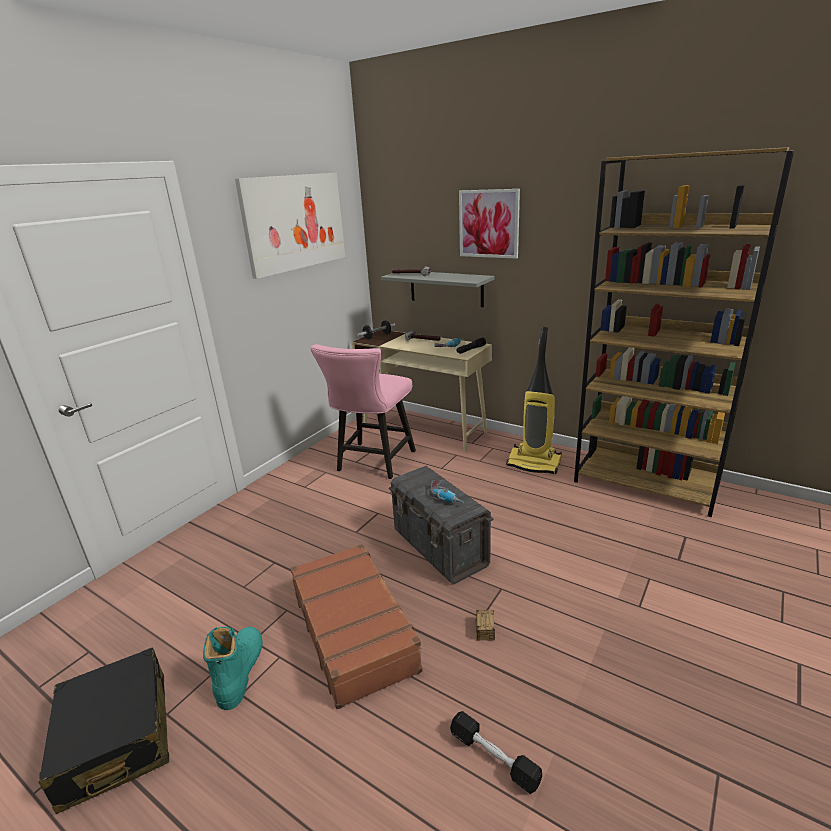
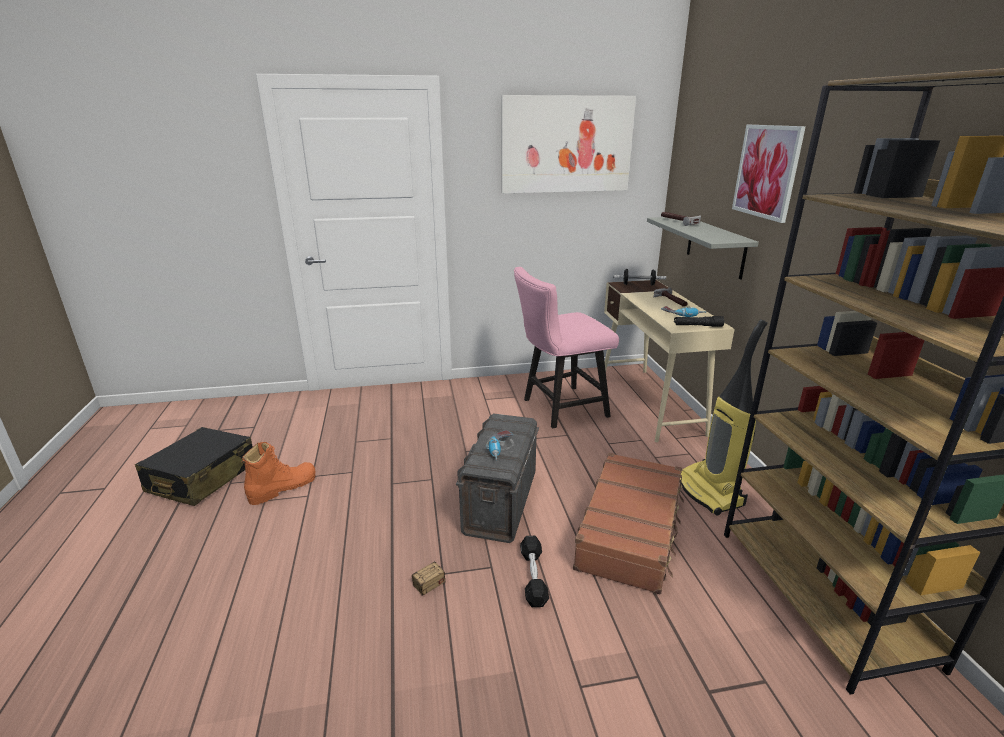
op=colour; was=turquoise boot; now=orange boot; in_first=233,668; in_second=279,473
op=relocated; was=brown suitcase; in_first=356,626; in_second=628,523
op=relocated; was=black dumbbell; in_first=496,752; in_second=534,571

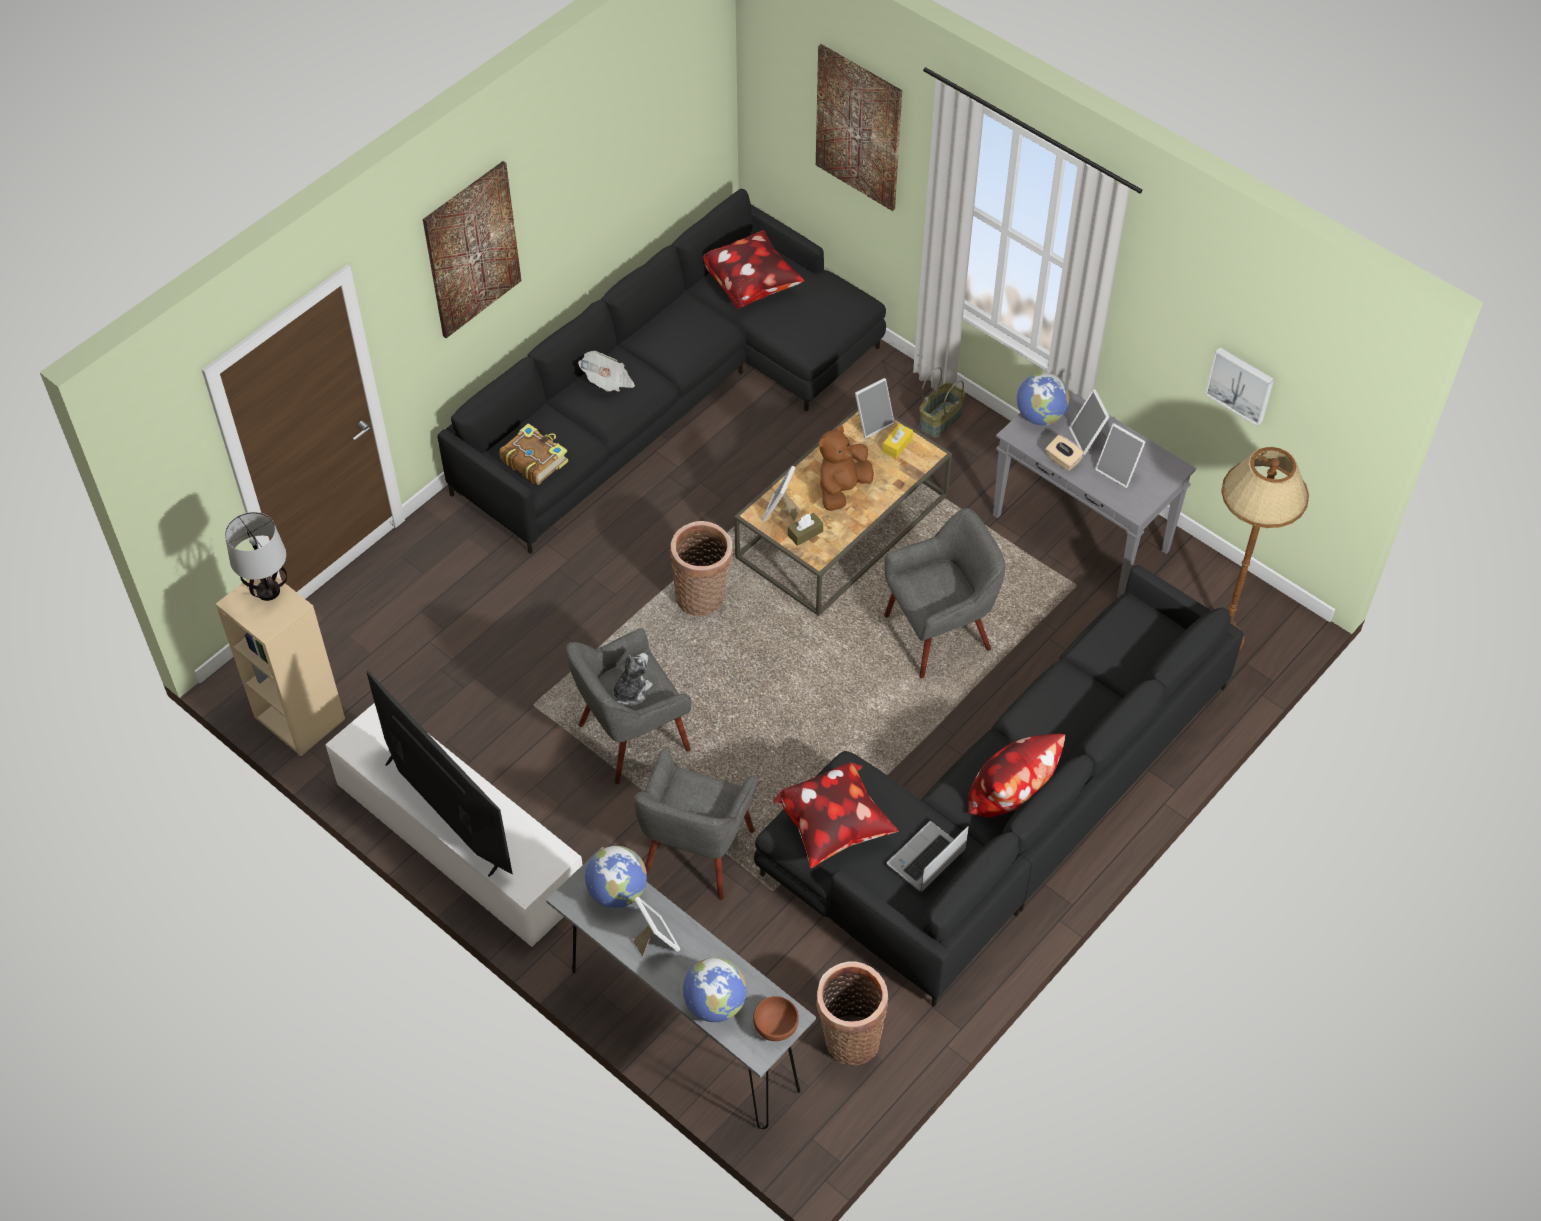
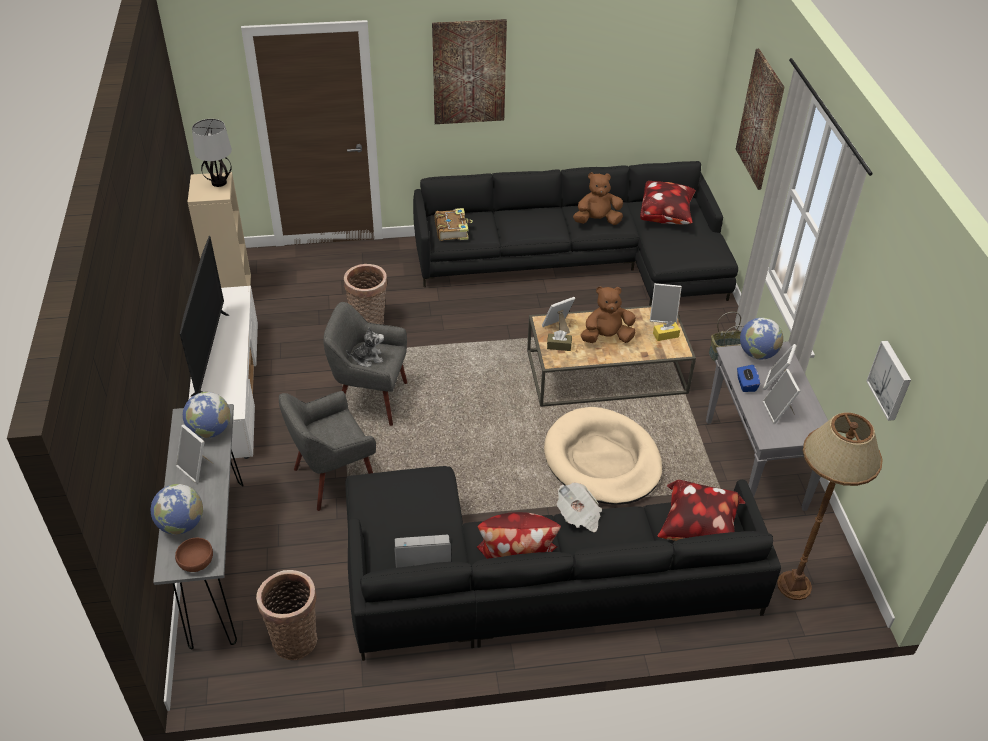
op=relocated; was=newspaper; in_first=606,371; in_second=579,507
op=spun; was=picture frame; in_first=657,927; in_second=194,453; clockwise=120
op=relocated; was=basket; in_first=702,569; in_second=365,294
op=relocated; was=pillow; in_first=835,815; in_second=701,510
op=exchanged; was=grey armchair; now=beige dog bed; in_first=944,593; in_second=603,456
op=colour; was=beige tissue box; now=blue tissue box; in_first=1065,453; in_second=748,378
op=appeared; now=brown plush toy; in_second=598,198

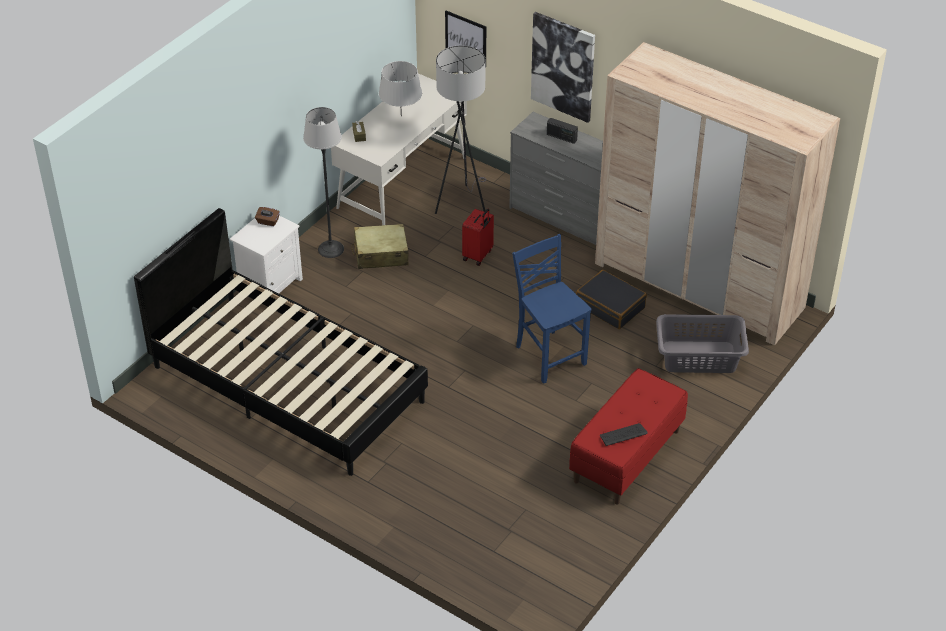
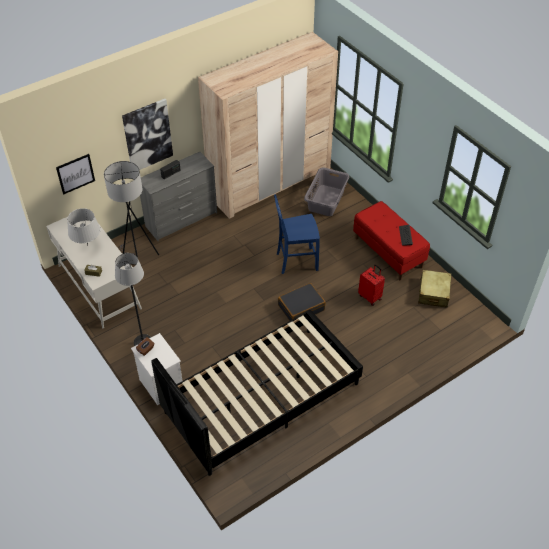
op=relocated; was=beige suitcase; in_first=379,246; in_second=434,289
op=relocated; was=red suitcase; in_first=478,237; in_second=371,285
op=relocated; was=black suitcase; in_first=611,299; in_second=302,302

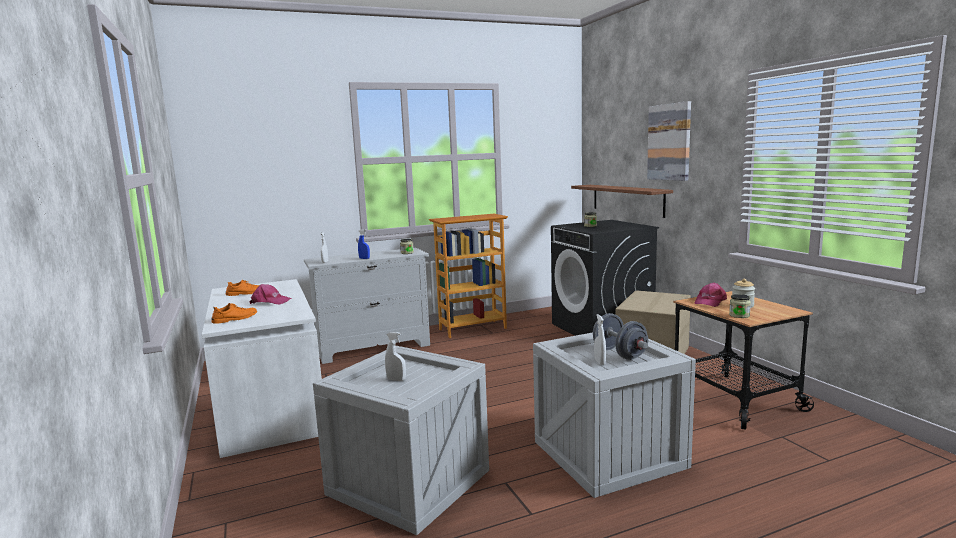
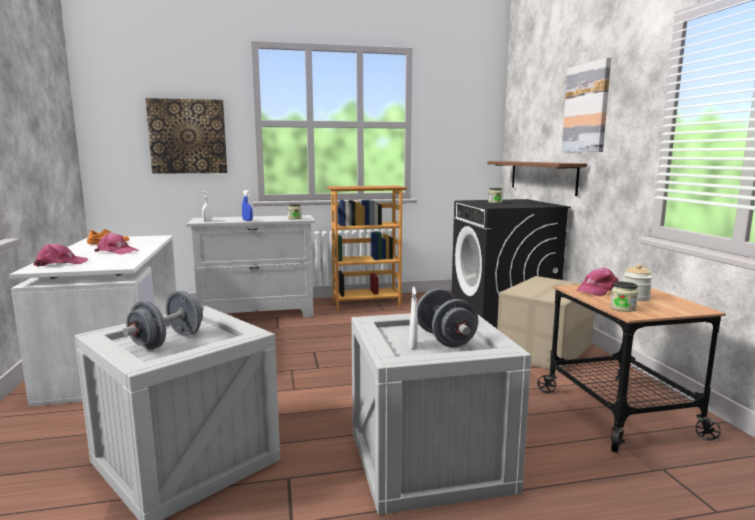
op=exchanged; was=orange shoe; now=pink cap; in_first=234,313; in_second=61,255
op=exchanged; was=white spray bottle; now=grey dumbbell; in_first=395,356; in_second=163,320
op=appeared; now=picture; in_second=186,136

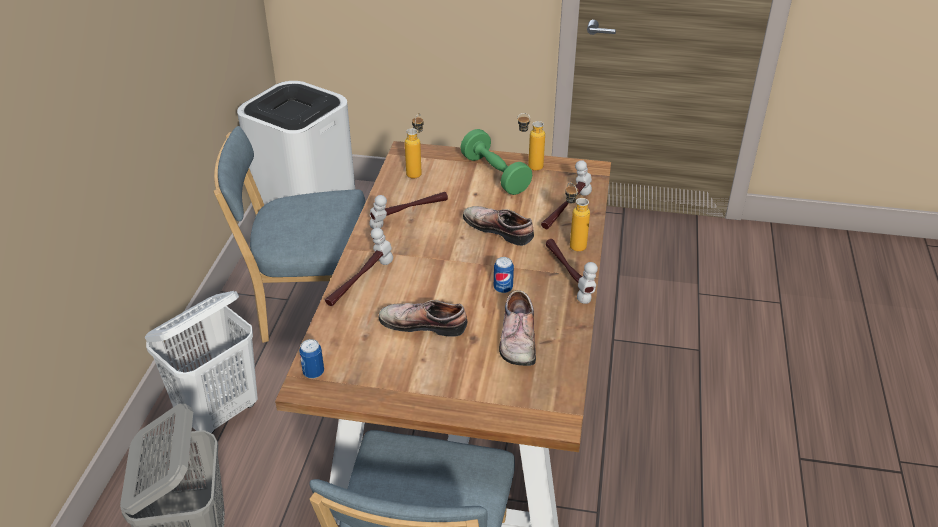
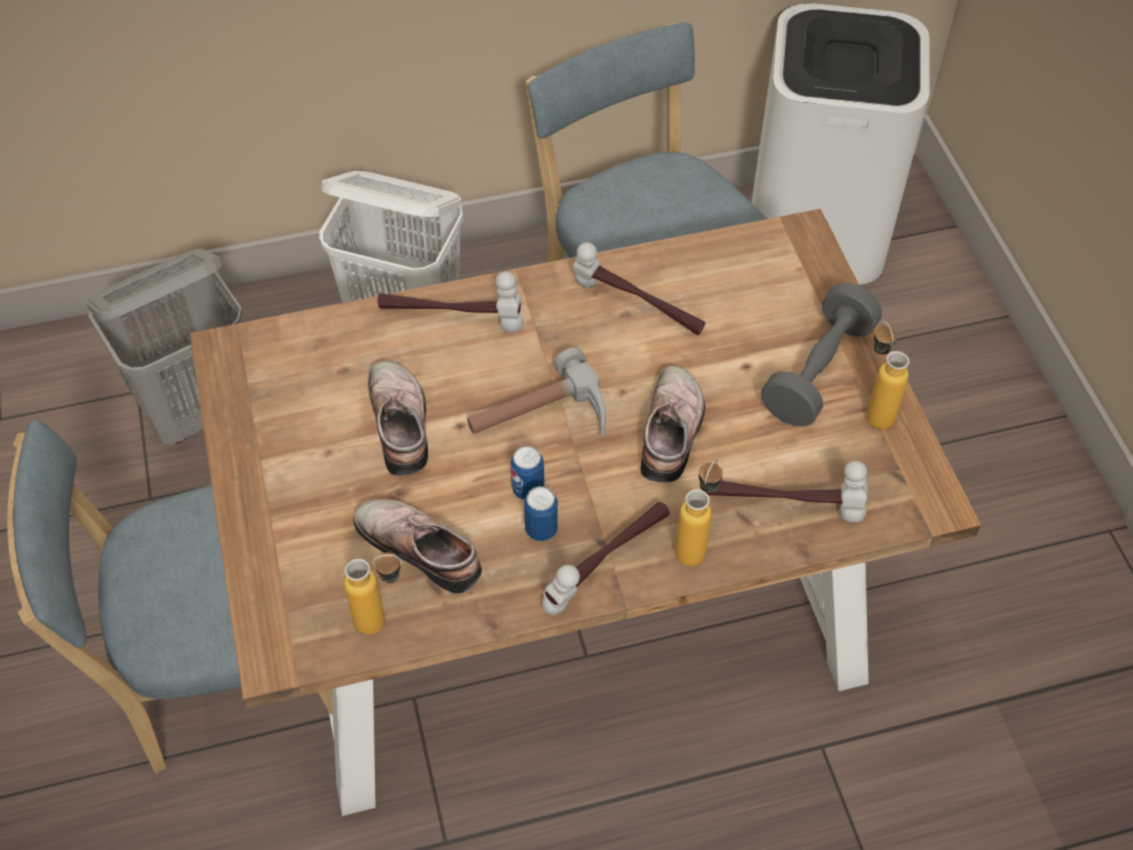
op=relocated; was=can; in_first=311,358; in_second=541,513
op=relocated; was=bottle; in_first=414,146; in_second=373,593
op=colour; was=green dumbbell; now=grey dumbbell; in_first=496,162; in_second=821,354
op=spun; was=shoe; in_first=517,328; in_second=418,546; clockwise=60
op=appeared; now=hammer; in_second=536,392

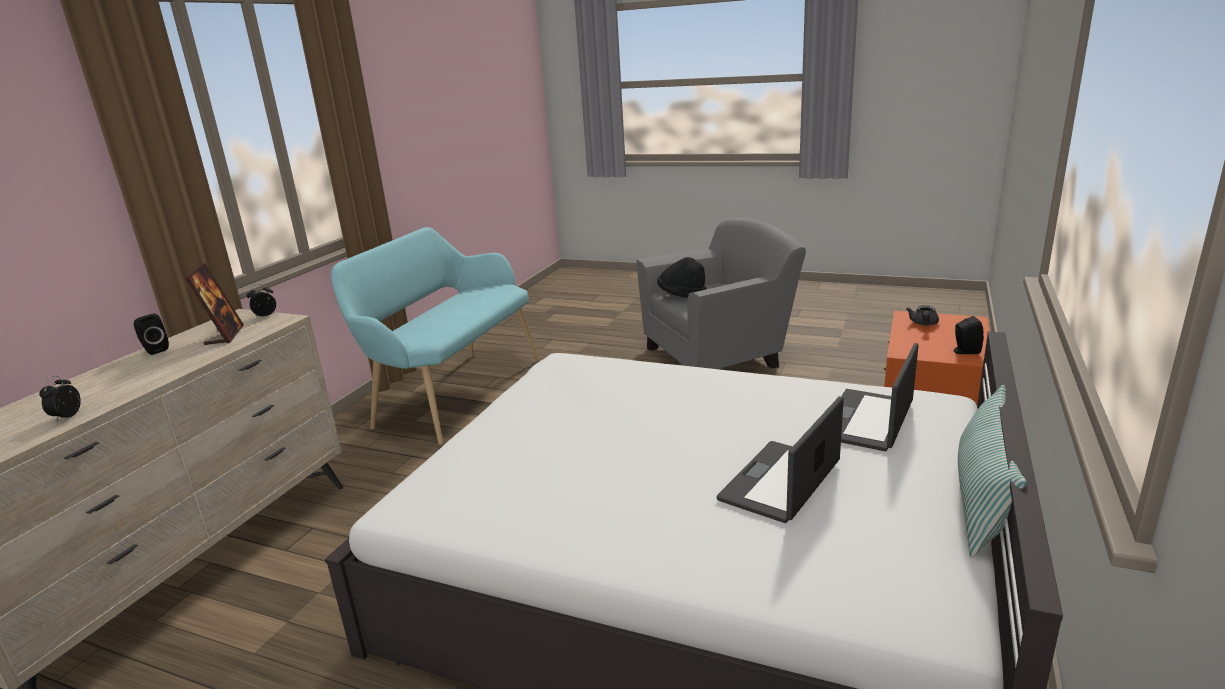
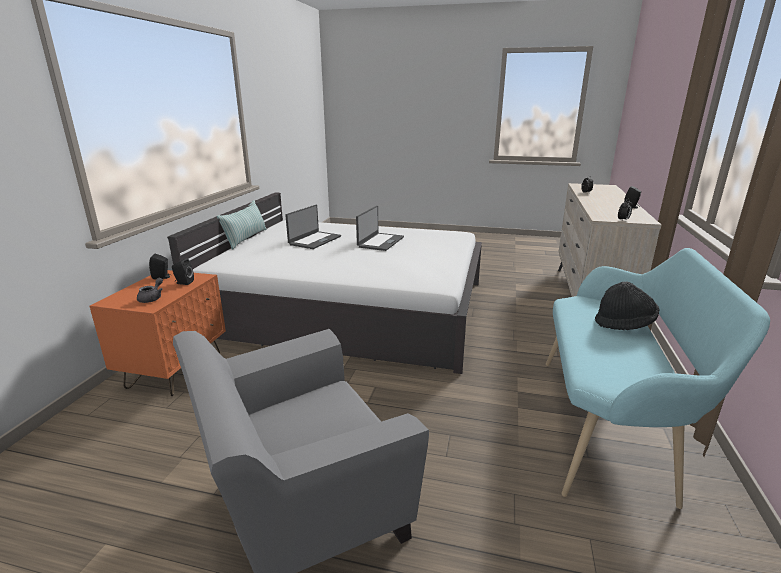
op=missing; was=picture frame; in_first=214,304
op=relocated; was=black hat; in_first=682,277; in_second=627,305
op=relocated; was=laptop; in_first=880,397; in_second=380,228
op=appeared; now=black speaker; in_second=183,271

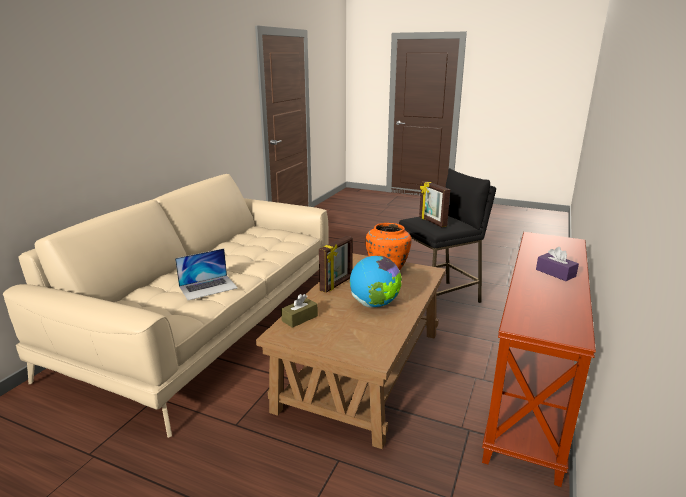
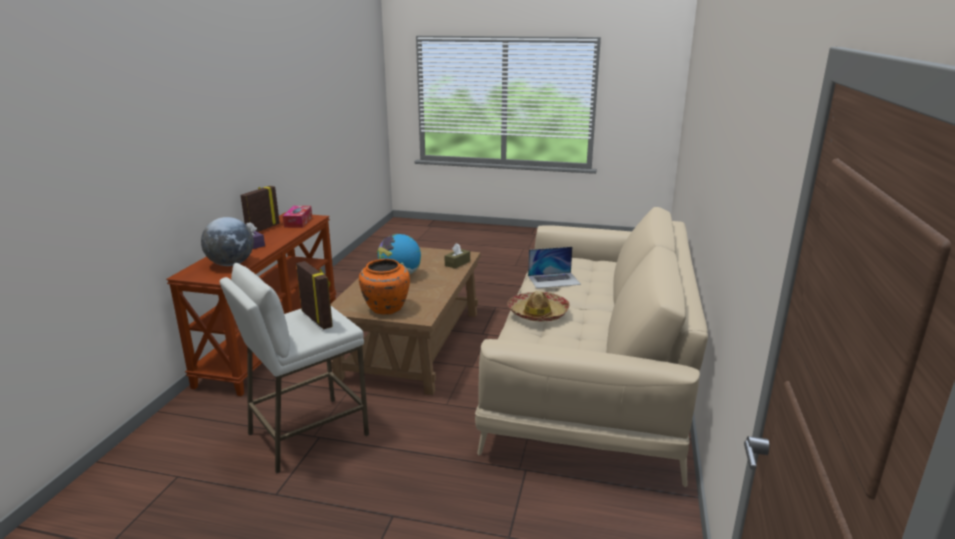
op=spun; was=laptop; in_first=206,274; in_second=554,267; clockwise=-150
op=relocated; was=picture frame; in_first=336,264; in_second=260,209
op=colour; was=black stool; now=white stool; in_first=447,235; in_second=294,368
op=appeared; now=globe; in_second=227,241
op=appeared; now=tissue box; in_second=297,217
op=appeared; now=hat; in_second=538,306

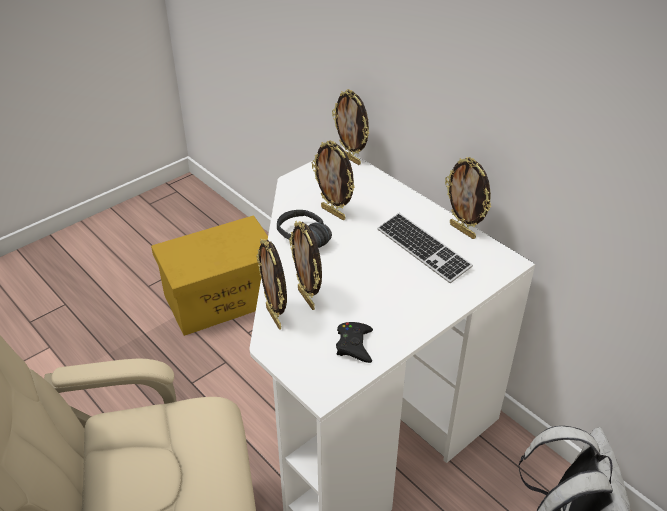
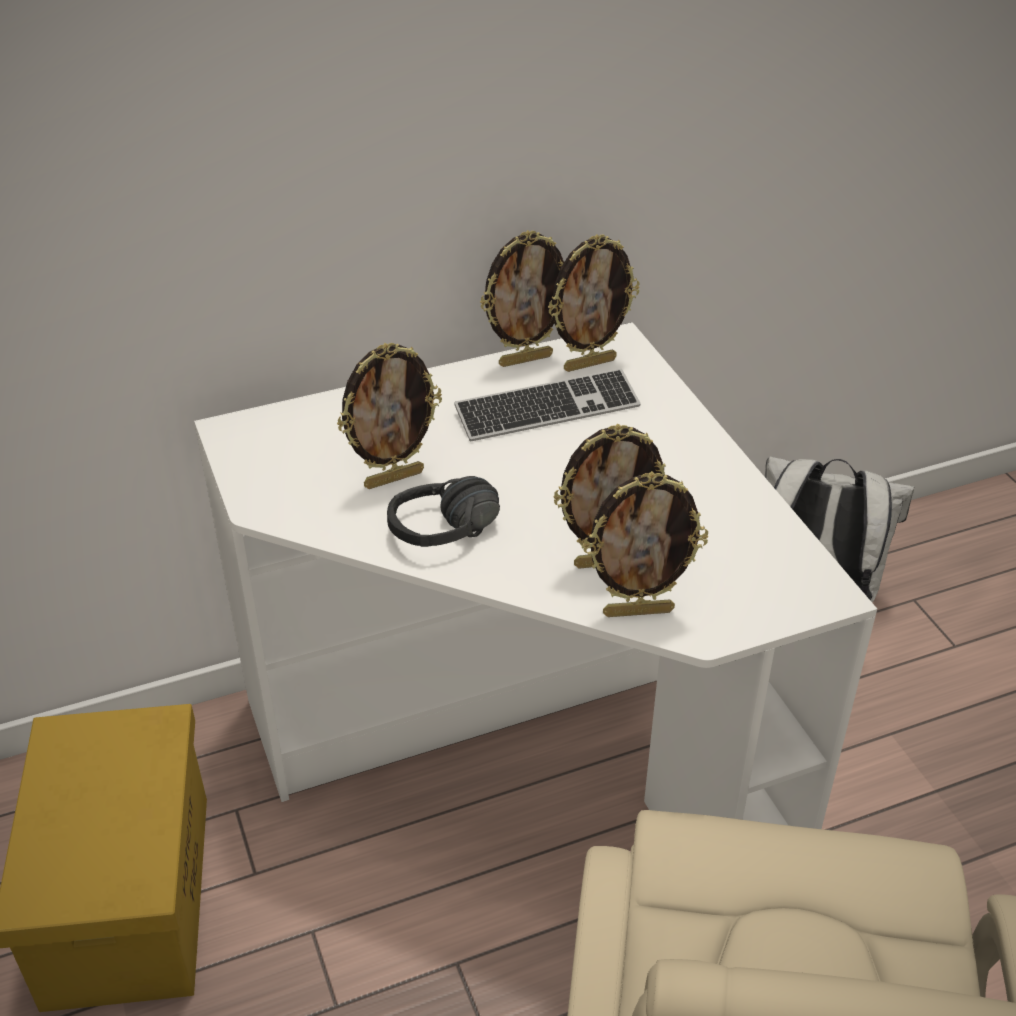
op=relocated; was=picture frame; in_first=350,127; in_second=594,303
op=missing; was=black game controller; in_first=354,342

